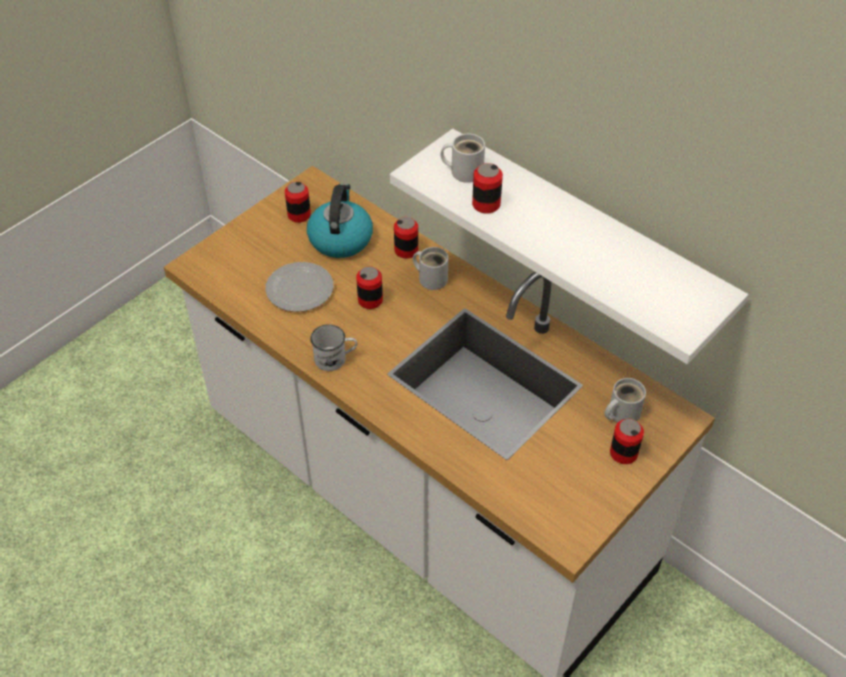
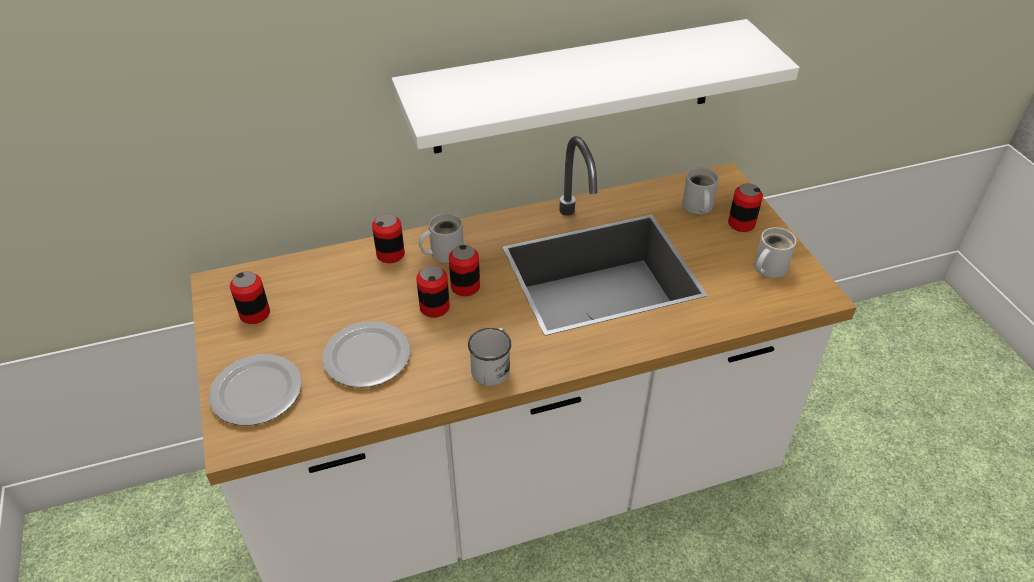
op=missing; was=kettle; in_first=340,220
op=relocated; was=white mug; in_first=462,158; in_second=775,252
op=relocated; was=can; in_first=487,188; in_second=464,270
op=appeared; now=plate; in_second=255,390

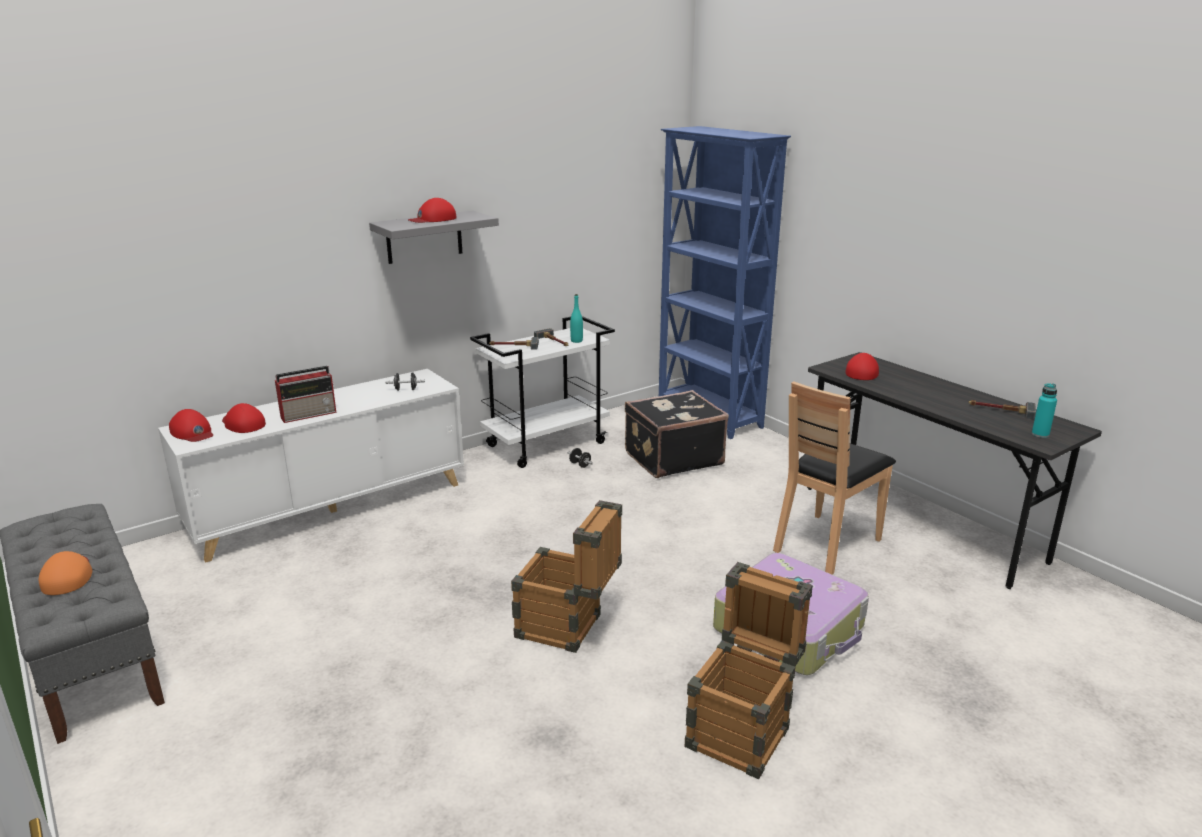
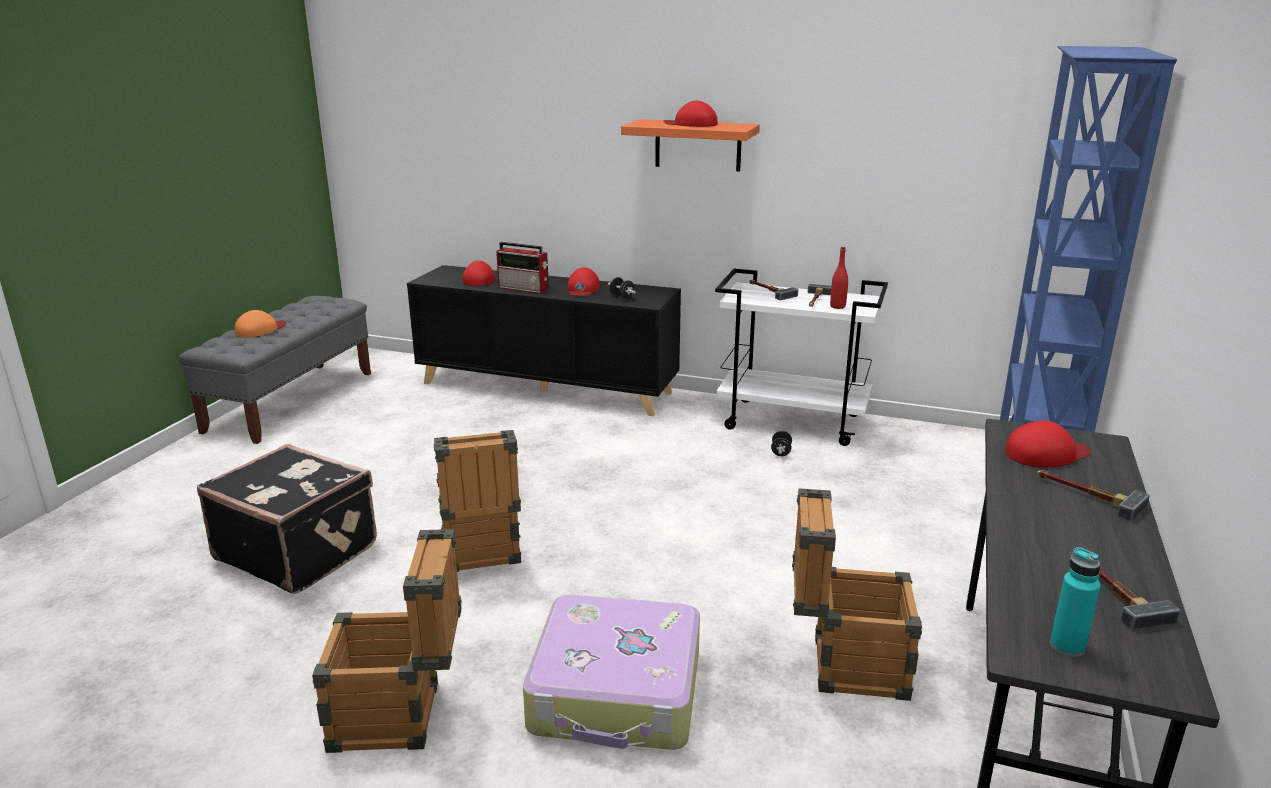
op=colour; was=white cabinet; now=black cabinet; in_first=311,466; in_second=544,340
op=relocated; was=red cap; in_first=191,425; in_second=583,281
op=colour; was=grey shelf; now=orange shelf; in_first=434,237; in_second=690,145
op=colour; was=turquoise bottle; now=red bottle; in_first=576,318; in_second=839,278
op=relocated; was=black suitcase; in_first=677,434; in_second=287,519
op=exchanged; was=brown chair; now=crate; in_first=834,477; in_second=857,594
op=appeared; now=hammer; in_second=1093,495

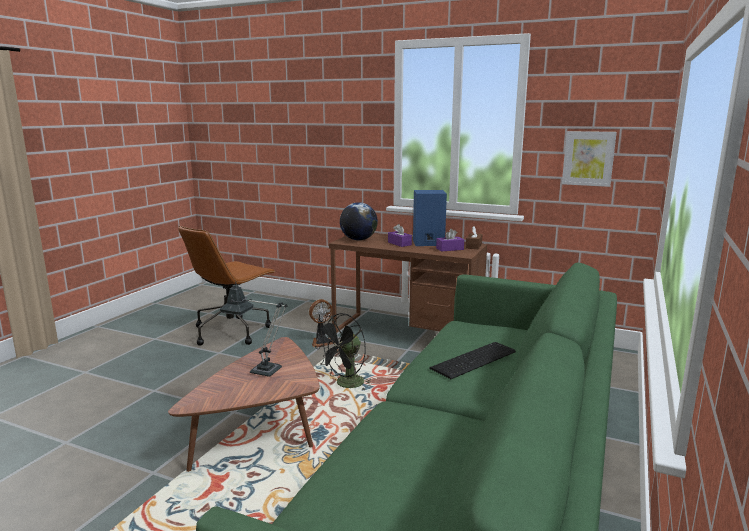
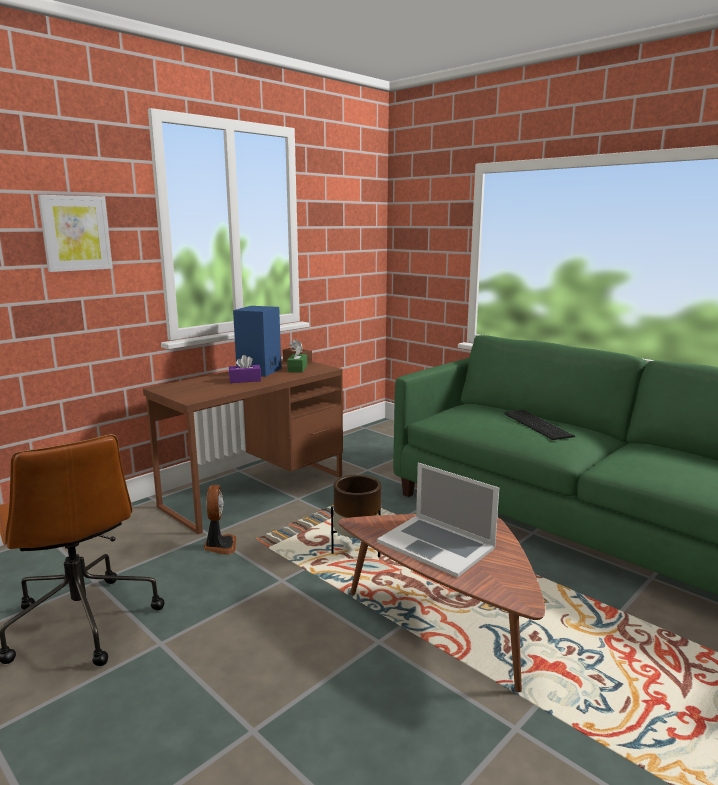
op=exchanged; was=table lamp; now=laptop; in_first=253,329; in_second=438,520
op=exchanged; was=black fan; now=brown planter; in_first=343,352; in_second=356,516
op=missing; was=globe; in_first=359,221
op=colour; was=purple tissue box; now=green tissue box; in_first=450,240; in_second=297,359
op=relocated; was=picture; in_first=589,159; in_second=75,233

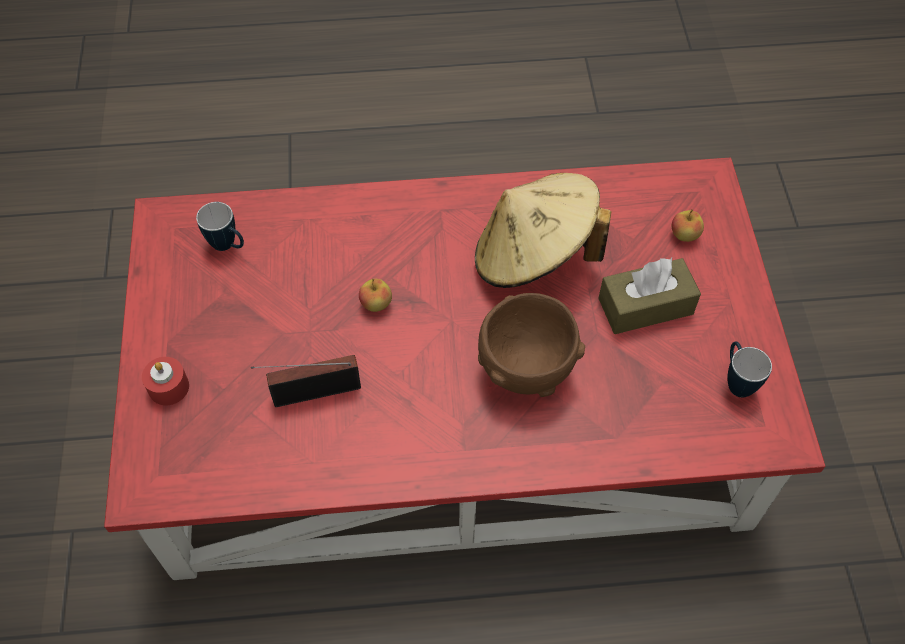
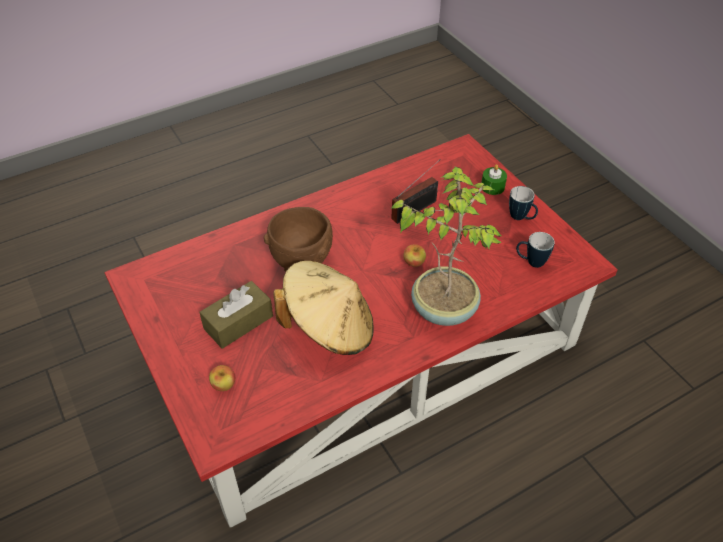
op=colour; was=red candle; now=green candle; in_first=165,381; in_second=494,179
op=relocated; was=mug; in_first=750,369; in_second=523,203
op=appeared; now=potted plant; in_second=446,246

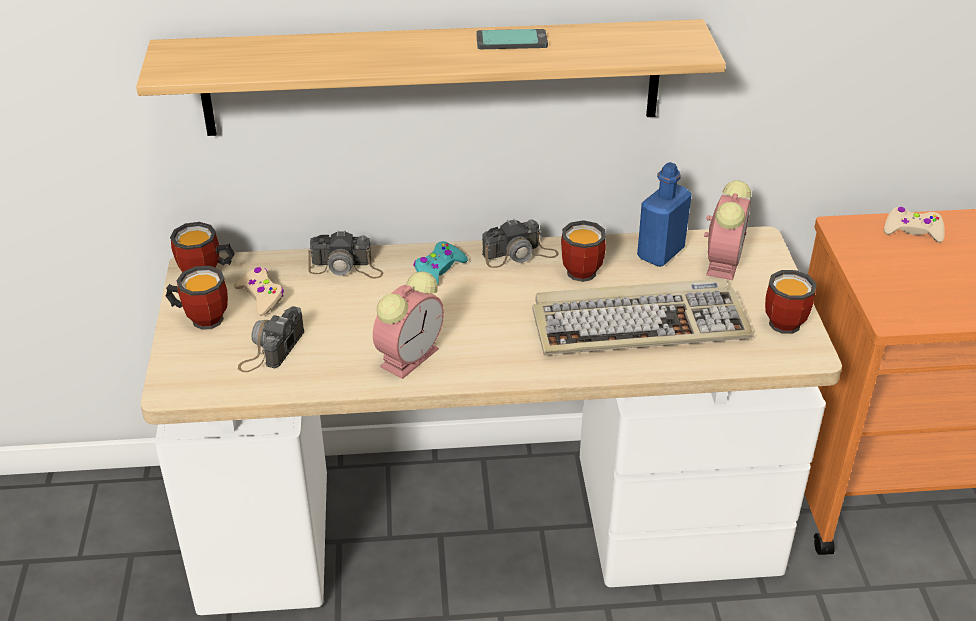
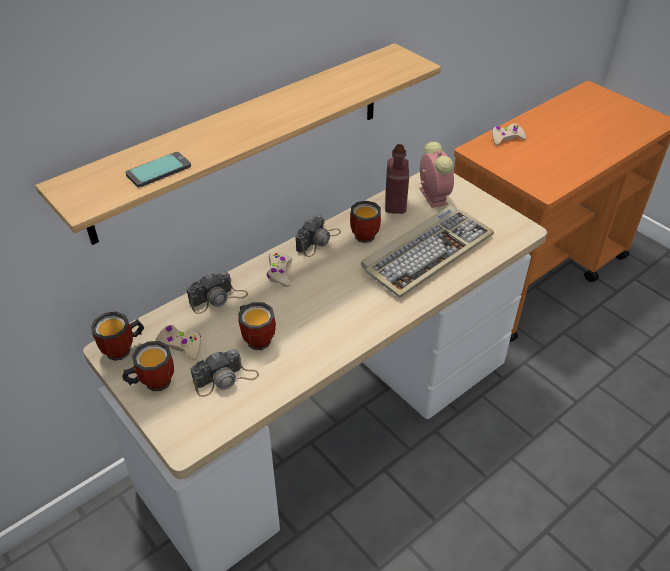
op=spun; was=photo camera; in_first=271,339; in_second=224,373; clockwise=-105
op=missing; was=alarm clock; in_first=408,325
op=colour; was=turquoise game controller; now=beige game controller; in_first=440,262; in_second=280,269
op=relocated; was=phone; in_first=512,39; in_second=158,170
op=colour; was=blue bottle; now=red bottle; in_first=664,214; in_second=397,179
op=relocated; was=mug; in_first=791,302; in_second=257,326

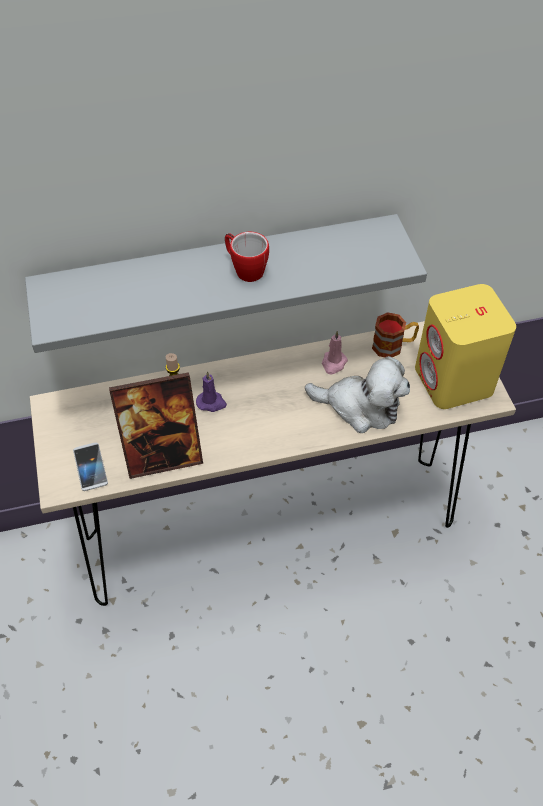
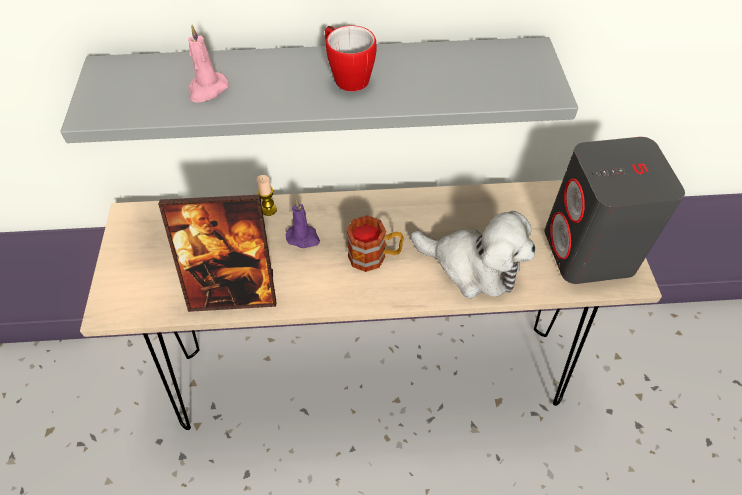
op=missing; was=phone; in_first=90,467
op=relocated; was=pink candle; in_first=335,353; in_second=208,63
op=relocated; was=mug; in_first=395,334; in_second=375,243
op=colour; was=yellow speaker; now=grey speaker; in_first=465,346; in_second=615,210

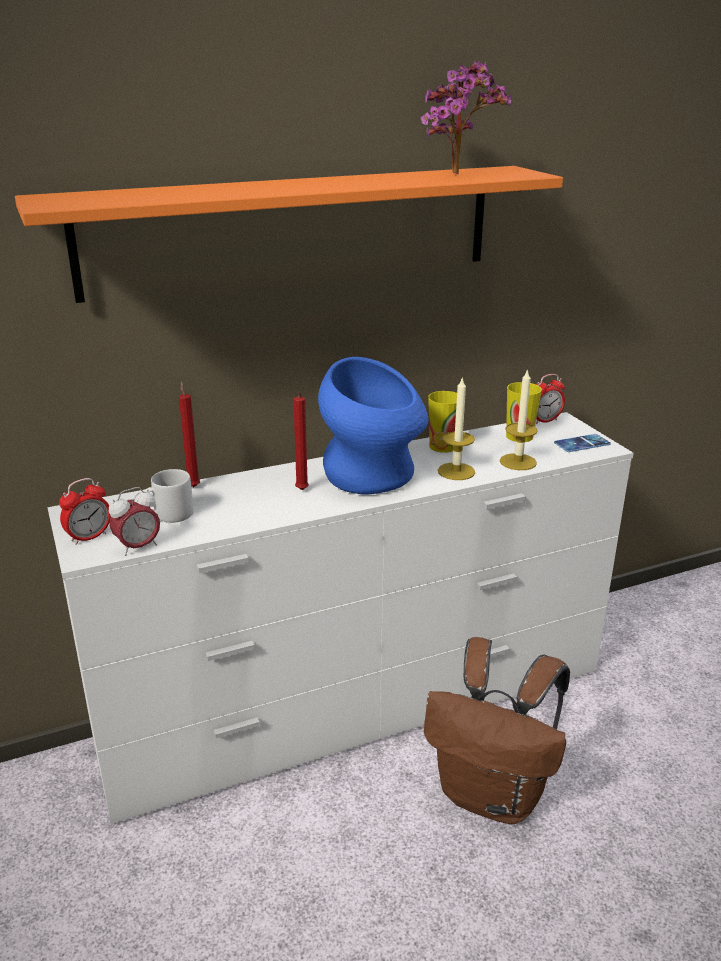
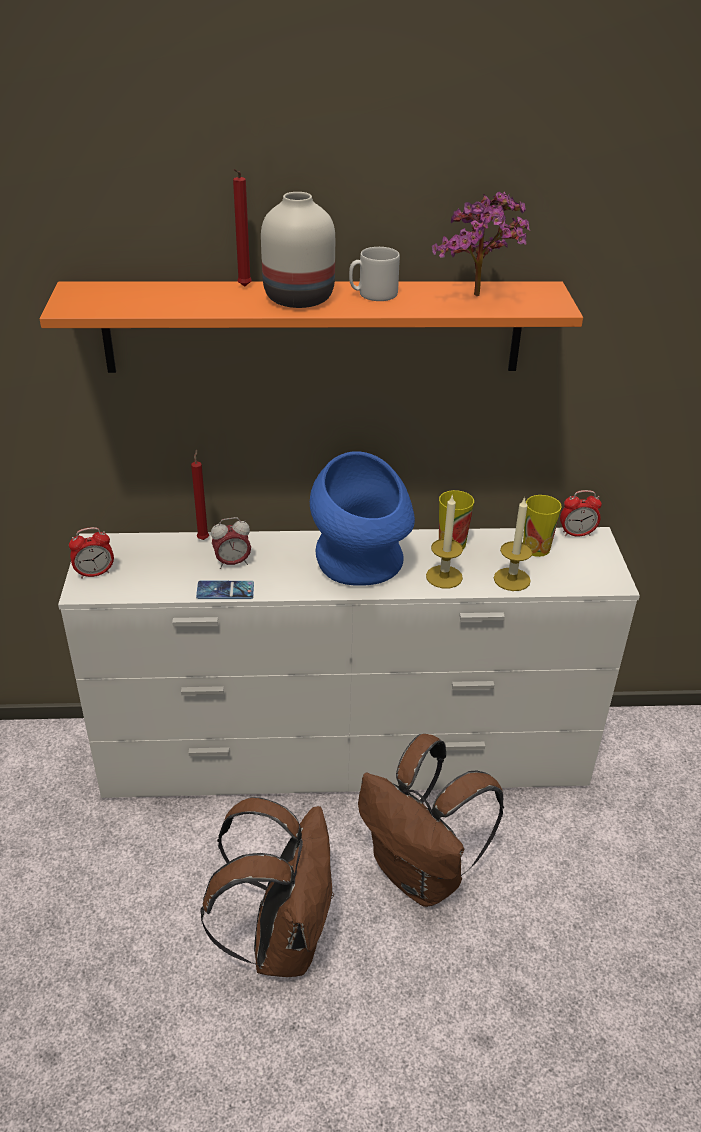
op=relocated; was=alarm clock; in_first=134,521; in_second=231,543
op=relocated; was=grey mug; in_first=169,496; in_second=374,274
op=relocated; was=red candle; in_first=301,441; in_second=242,228
op=relocated; was=phone; in_first=582,443; in_second=225,590
op=appeared; now=brown backpack; in_second=267,887
op=appeared; now=white vase; in_second=298,250

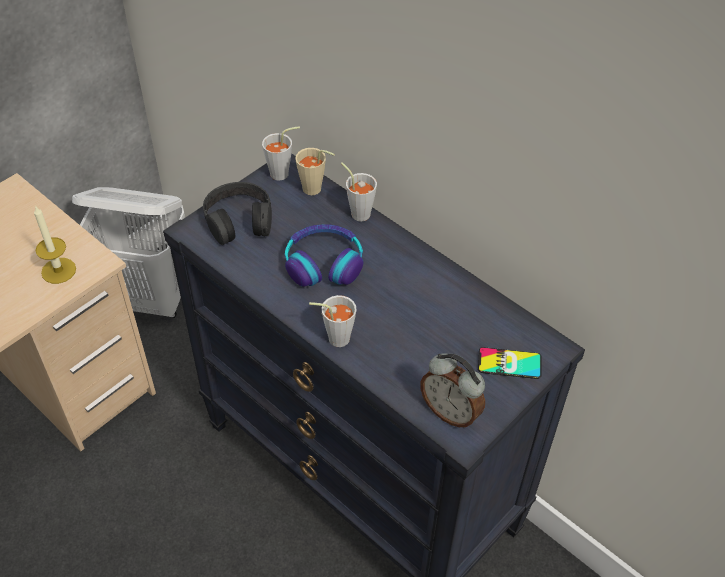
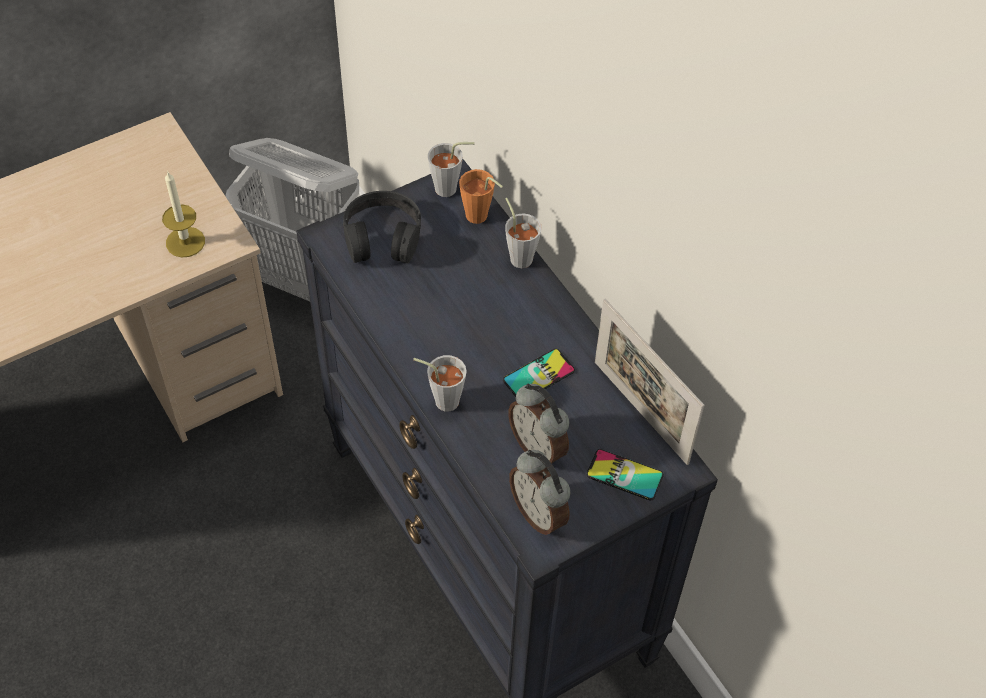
op=missing; was=headphones; in_first=324,255
op=colour; was=beige cup; now=orange cup; in_first=315,171; in_second=481,196
op=appeared; now=phone; in_second=539,373
op=appeared; now=alarm clock; in_second=538,424
op=appeared; now=picture frame; in_second=649,382

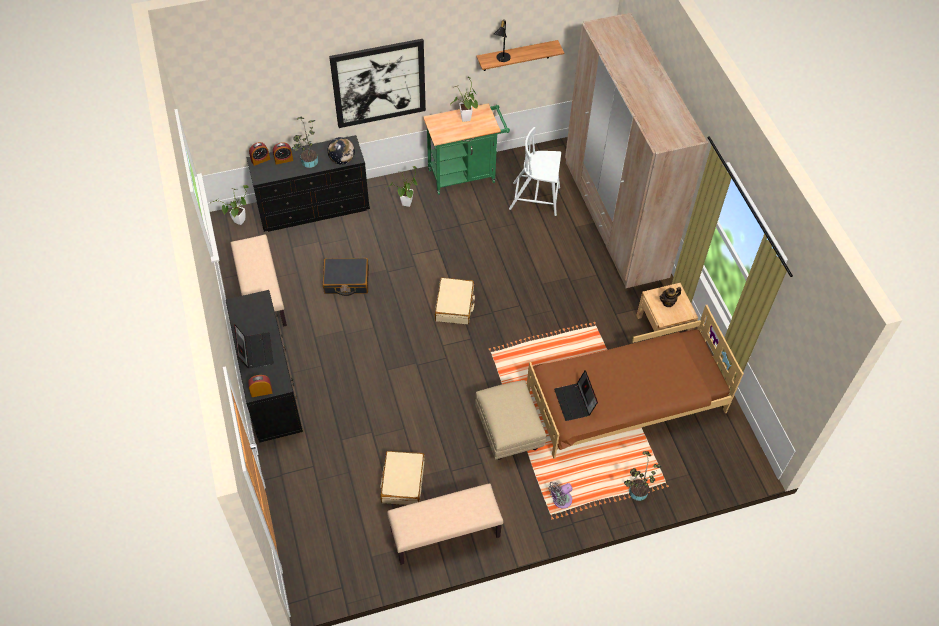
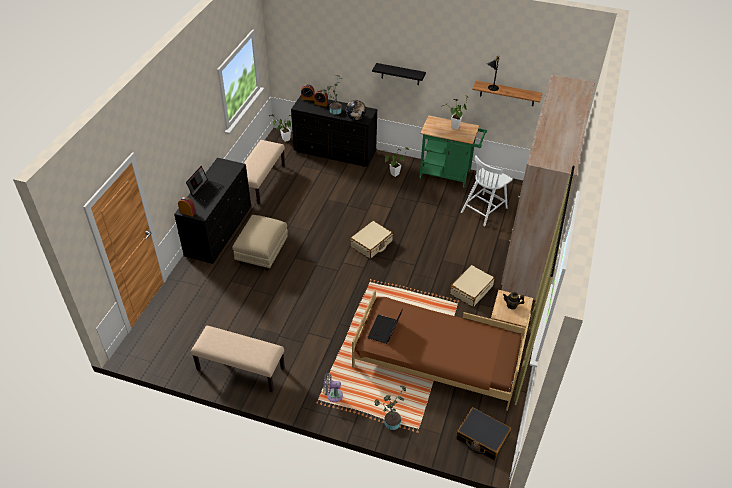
op=relocated; was=black suitcase; in_first=346,277; in_second=483,434
op=exchanged; was=picture; now=black shelf; in_first=377,83; in_second=399,74
op=relocated; was=beige suitcase; in_first=402,478; in_second=472,286
op=relocated; was=beige ottoman; in_first=510,420; in_second=260,243
op=spun; was=white chair; in_first=535,171; in_second=487,191; clockwise=-90

